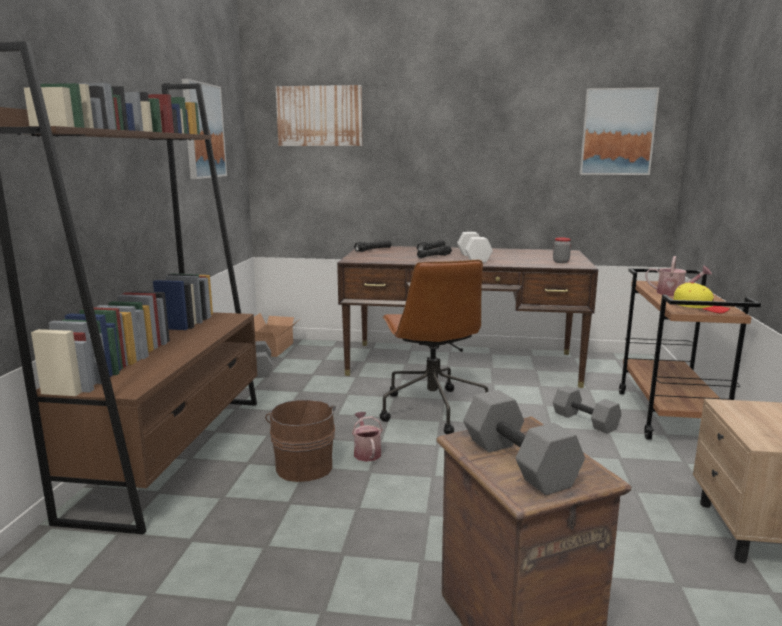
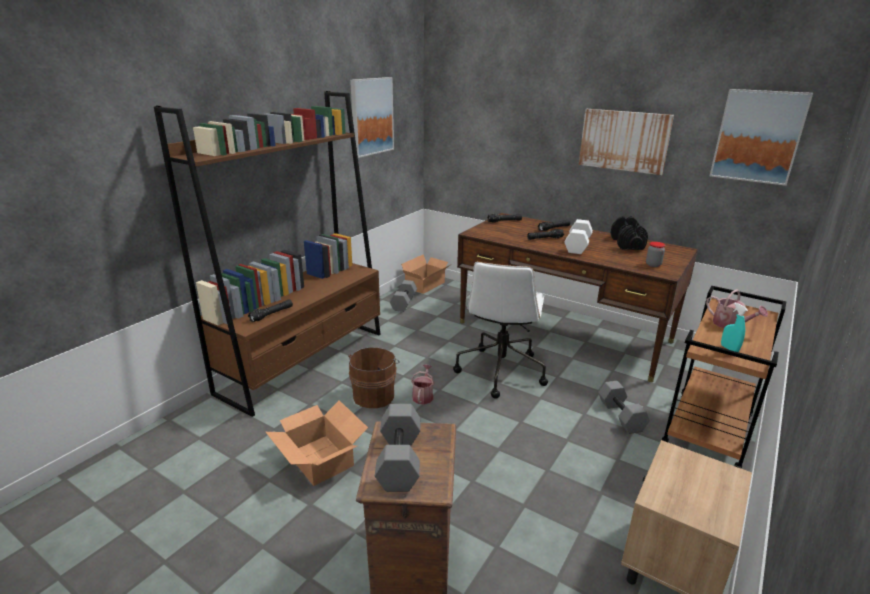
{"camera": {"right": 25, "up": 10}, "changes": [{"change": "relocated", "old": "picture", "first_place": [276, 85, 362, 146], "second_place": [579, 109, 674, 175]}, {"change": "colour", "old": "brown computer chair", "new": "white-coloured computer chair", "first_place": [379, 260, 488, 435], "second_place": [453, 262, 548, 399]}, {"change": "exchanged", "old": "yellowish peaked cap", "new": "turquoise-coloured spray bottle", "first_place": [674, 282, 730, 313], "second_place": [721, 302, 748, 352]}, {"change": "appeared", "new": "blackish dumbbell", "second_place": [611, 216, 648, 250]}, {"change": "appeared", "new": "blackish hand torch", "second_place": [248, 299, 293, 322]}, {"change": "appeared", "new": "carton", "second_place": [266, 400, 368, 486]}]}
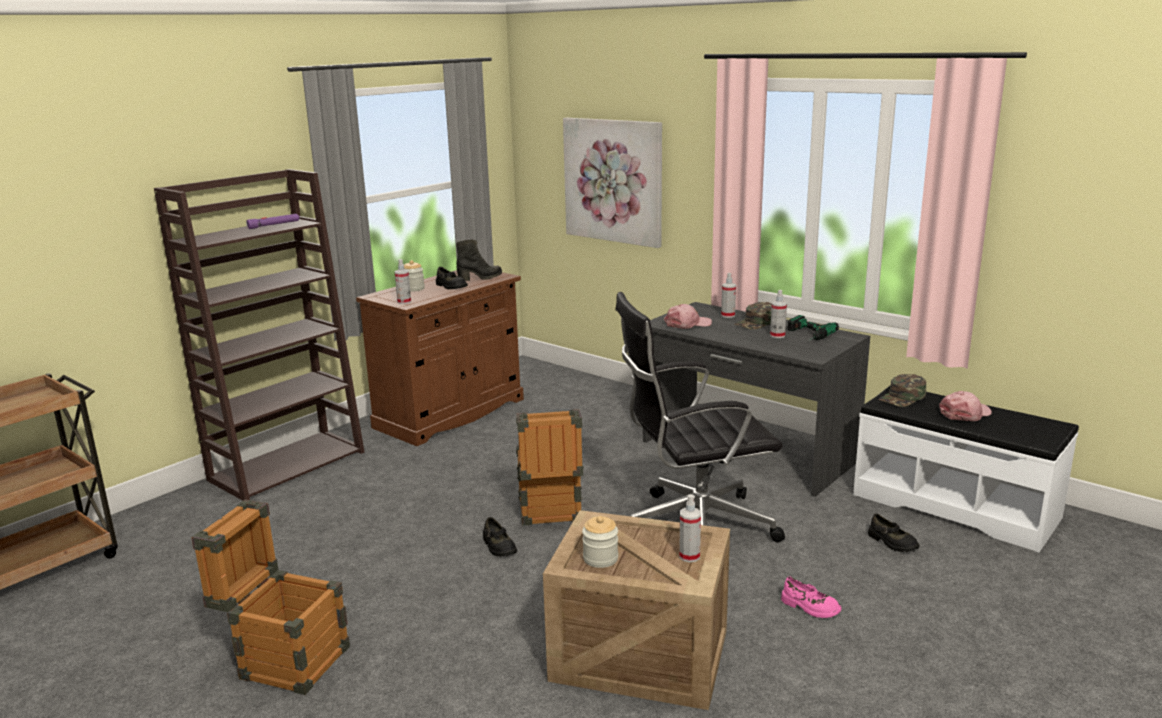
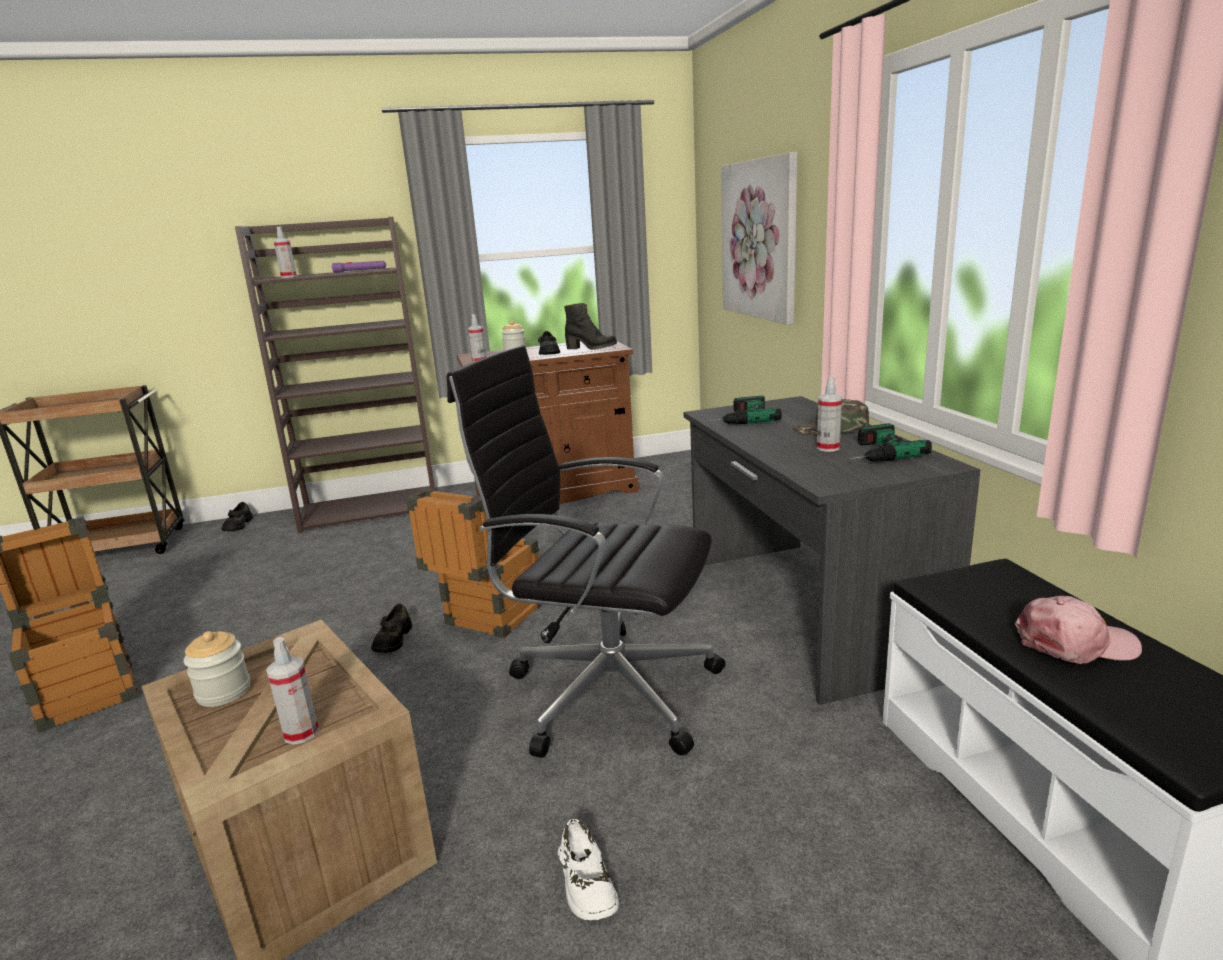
{"camera": {"right": 35, "up": 0}, "changes": [{"change": "relocated", "old": "spray bottle", "first_place": [721, 273, 736, 318], "second_place": [274, 226, 297, 278]}, {"change": "exchanged", "old": "pink-coloured peaked cap", "new": "electric drill", "first_place": [664, 304, 712, 329], "second_place": [709, 396, 782, 424]}, {"change": "missing", "old": "greenish peaked cap", "first_place": [879, 374, 926, 407]}, {"change": "relocated", "old": "blackish item of footwear", "first_place": [868, 513, 920, 552], "second_place": [221, 502, 253, 531]}, {"change": "colour", "old": "pink-coloured item of footwear", "new": "white-coloured item of footwear", "first_place": [781, 577, 841, 618], "second_place": [558, 819, 619, 920]}]}
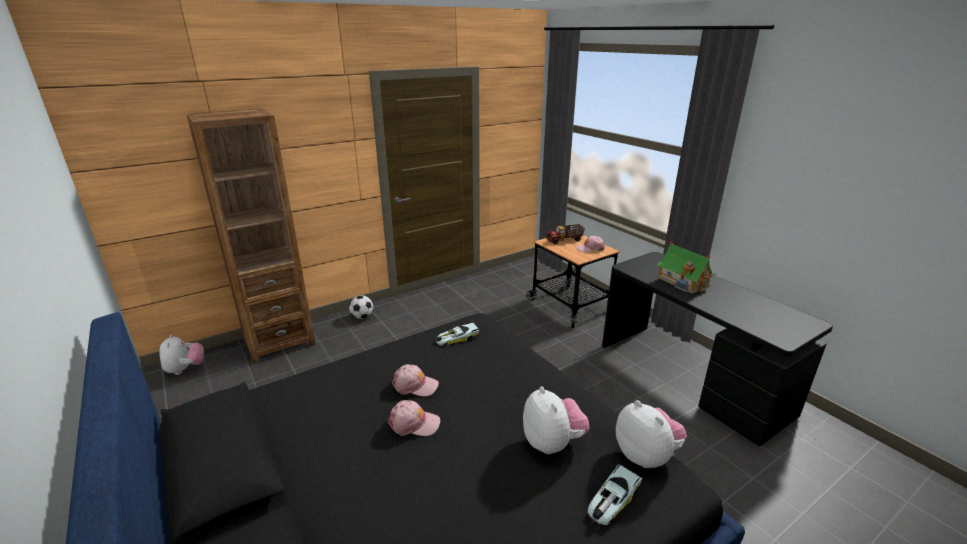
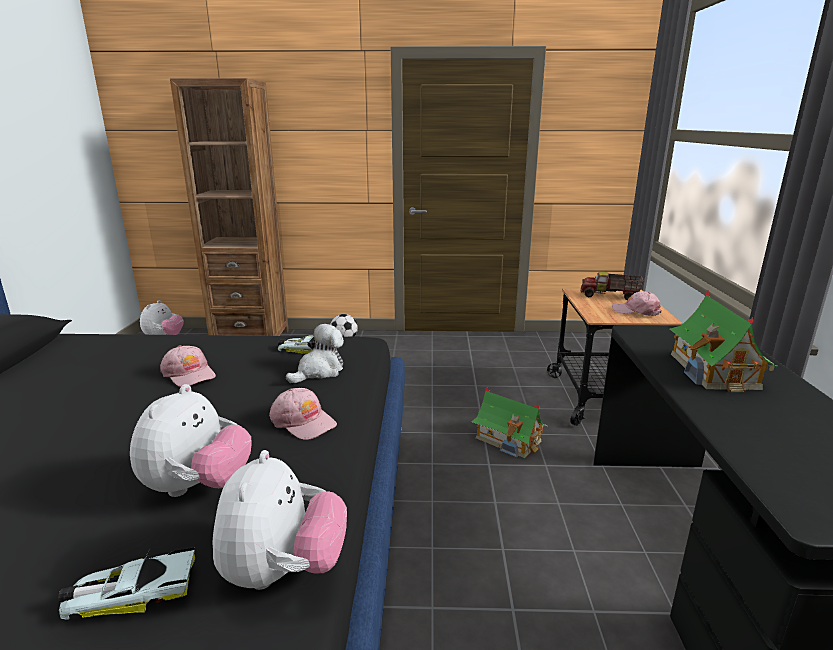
{"camera": {"right": 35, "up": -5}, "changes": [{"change": "relocated", "old": "pink-coloured peaked cap", "first_place": [388, 400, 441, 436], "second_place": [269, 388, 337, 440]}, {"change": "appeared", "new": "plush toy", "second_place": [286, 324, 344, 383]}, {"change": "appeared", "new": "model house", "second_place": [471, 387, 547, 458]}]}
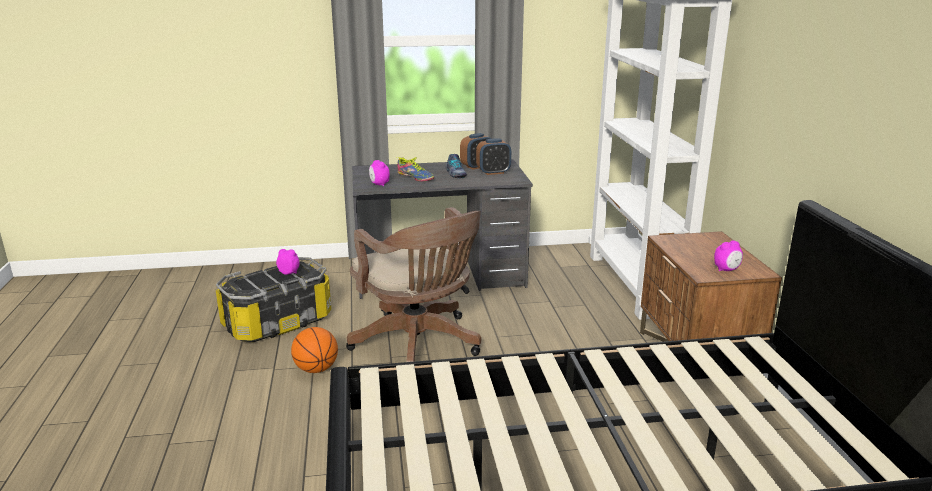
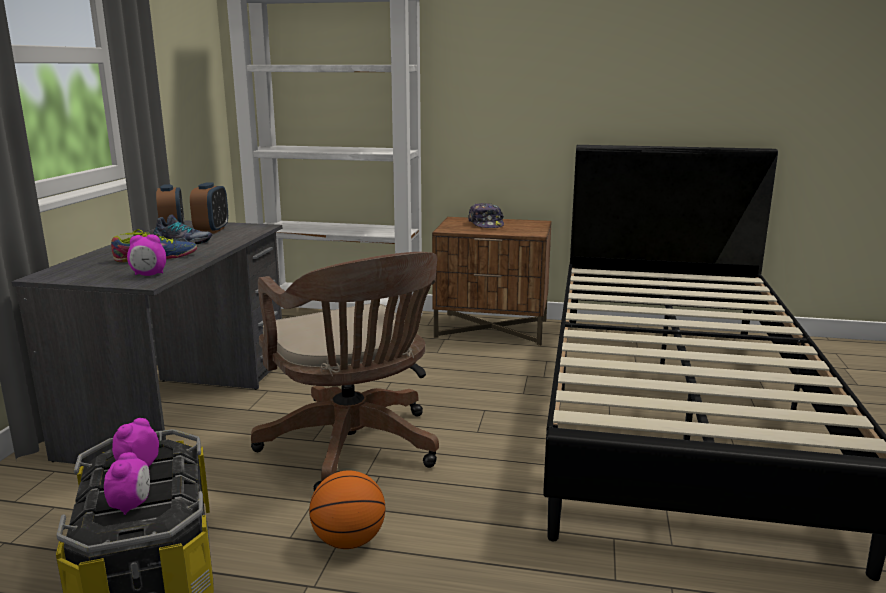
{"camera": {"right": -70, "up": -5}, "changes": [{"change": "spun", "old": "brown computer chair", "first_place": [346, 207, 481, 362], "second_place": [251, 252, 439, 491], "degrees": 75}, {"change": "relocated", "old": "alarm clock", "first_place": [714, 240, 743, 271], "second_place": [104, 452, 150, 515]}, {"change": "appeared", "new": "peaked cap", "second_place": [468, 203, 504, 228]}]}
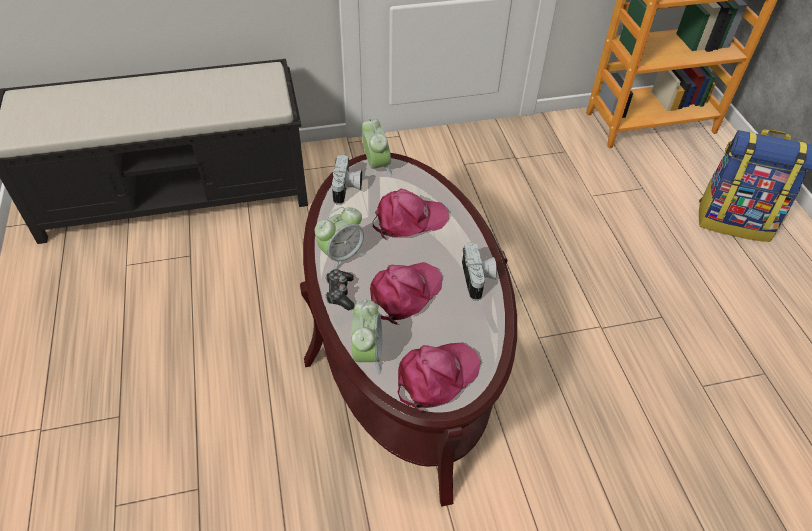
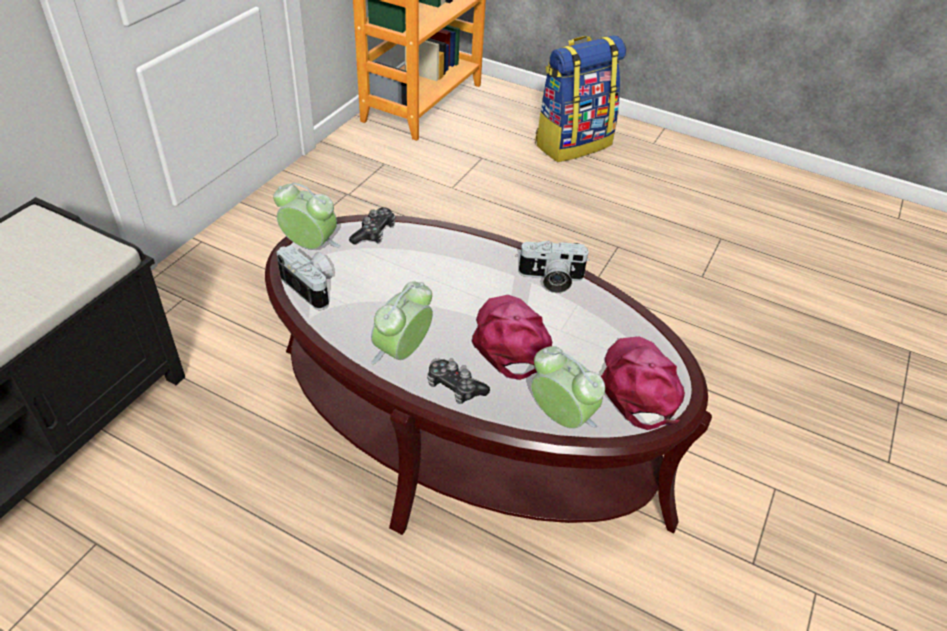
{"camera": {"right": -50, "up": -5}, "changes": [{"change": "missing", "old": "pink-coloured peaked cap", "first_place": [373, 189, 449, 240]}, {"change": "spun", "old": "alarm clock", "first_place": [315, 207, 365, 272], "second_place": [371, 281, 433, 364], "degrees": -150}, {"change": "spun", "old": "photo camera", "first_place": [462, 242, 497, 301], "second_place": [518, 241, 589, 293], "degrees": 150}, {"change": "appeared", "new": "gamepad", "second_place": [349, 207, 395, 244]}]}
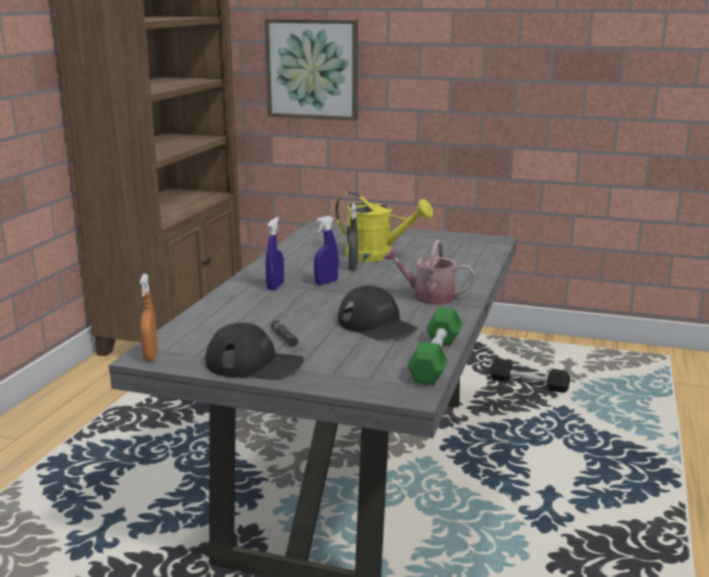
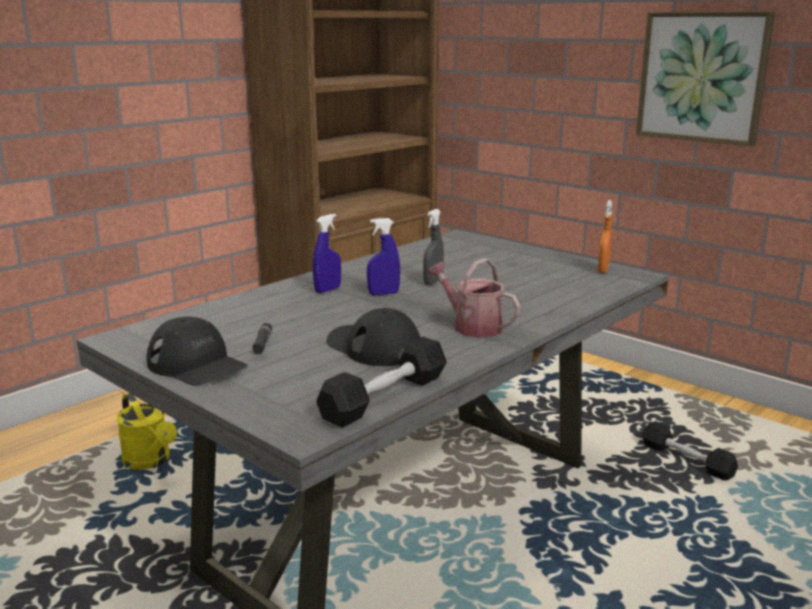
{"camera": {"right": 25, "up": 0}, "changes": [{"change": "relocated", "old": "picture", "first_place": [264, 19, 358, 121], "second_place": [636, 11, 775, 147]}, {"change": "relocated", "old": "yellowish sprinkling can", "first_place": [335, 192, 433, 262], "second_place": [116, 393, 177, 470]}, {"change": "relocated", "old": "orangey spray bottle", "first_place": [140, 274, 158, 361], "second_place": [598, 200, 612, 273]}, {"change": "spun", "old": "blackish peaked cap", "first_place": [338, 286, 418, 340], "second_place": [326, 308, 420, 366], "degrees": 150}, {"change": "colour", "old": "greenish dumbbell", "new": "blackish dumbbell", "first_place": [407, 307, 463, 385], "second_place": [316, 337, 447, 427]}]}
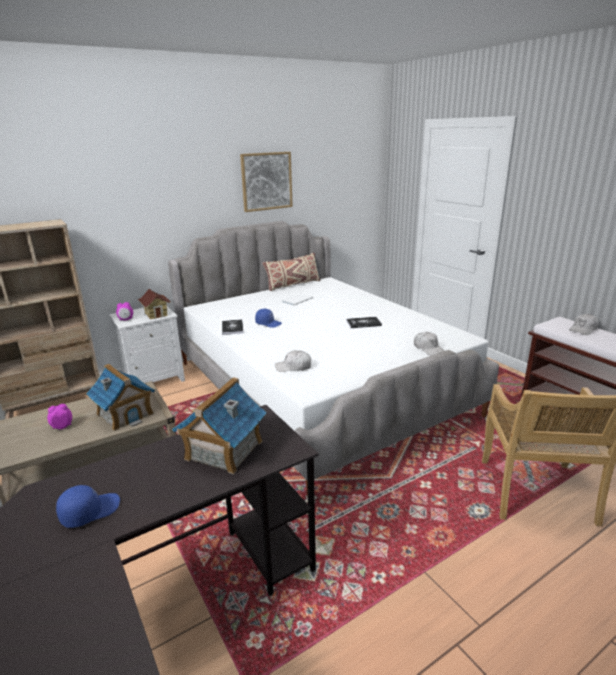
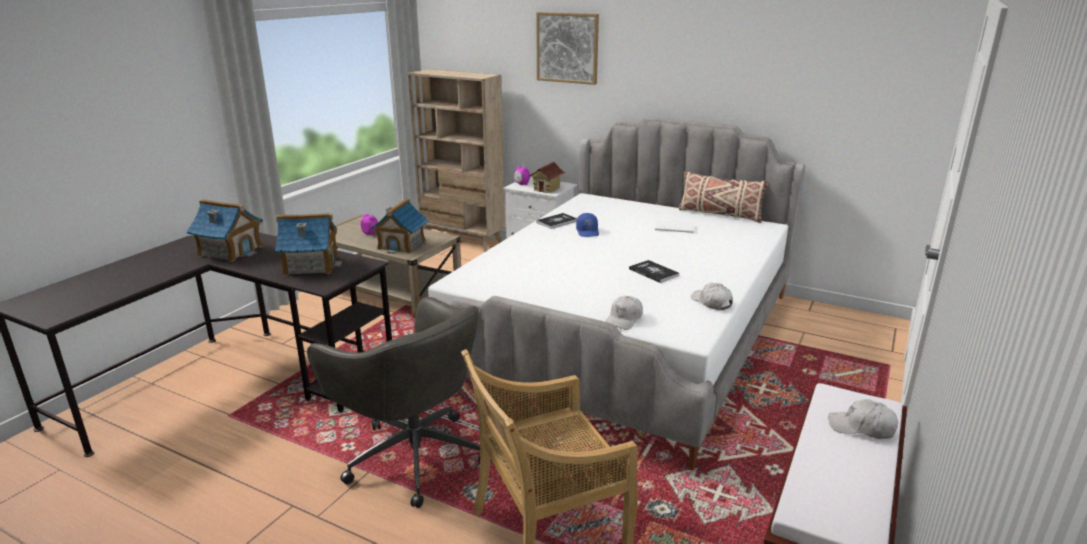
{"camera": {"right": 60, "up": 0}, "changes": [{"change": "relocated", "old": "picture", "first_place": [240, 152, 293, 212], "second_place": [536, 12, 599, 85]}, {"change": "relocated", "old": "white-coloured peaked cap", "first_place": [275, 350, 311, 372], "second_place": [691, 283, 733, 310]}, {"change": "exchanged", "old": "blue peaked cap", "new": "model house", "first_place": [56, 485, 120, 528], "second_place": [186, 199, 263, 262]}, {"change": "appeared", "new": "gray computer chair", "second_place": [307, 297, 491, 508]}]}
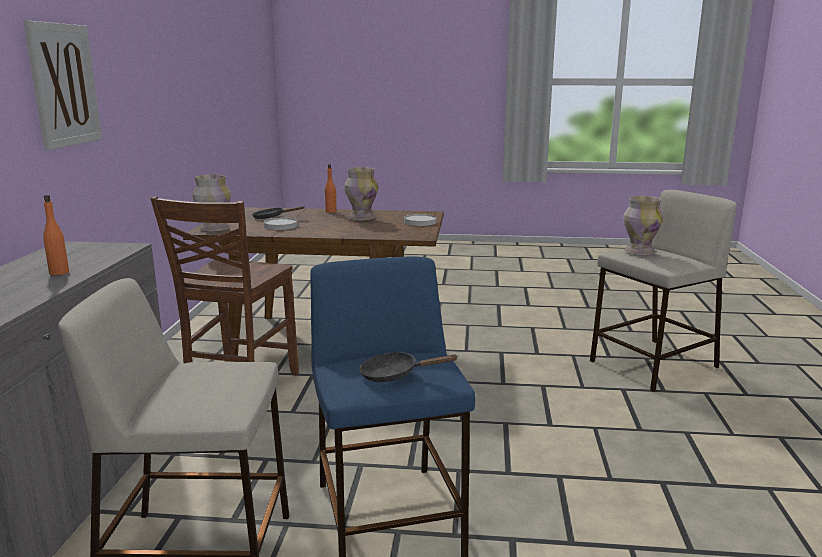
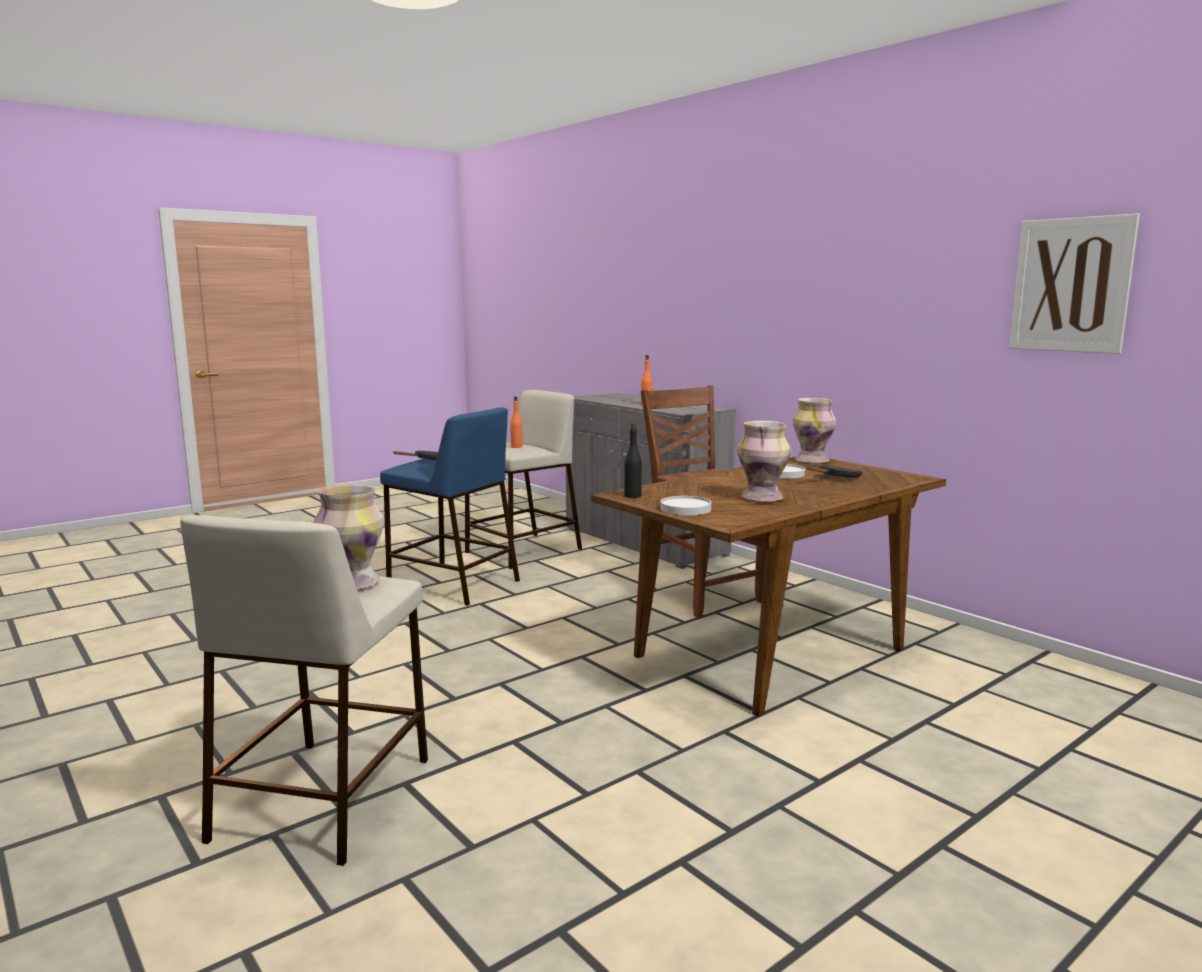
{"camera": {"right": 135, "up": -5}, "changes": [{"change": "relocated", "old": "picture", "first_place": [24, 20, 102, 150], "second_place": [1009, 214, 1140, 354]}, {"change": "relocated", "old": "orangey drink bottle", "first_place": [325, 164, 337, 213], "second_place": [510, 396, 523, 448]}, {"change": "appeared", "new": "blackish drink bottle", "second_place": [624, 422, 642, 498]}]}
